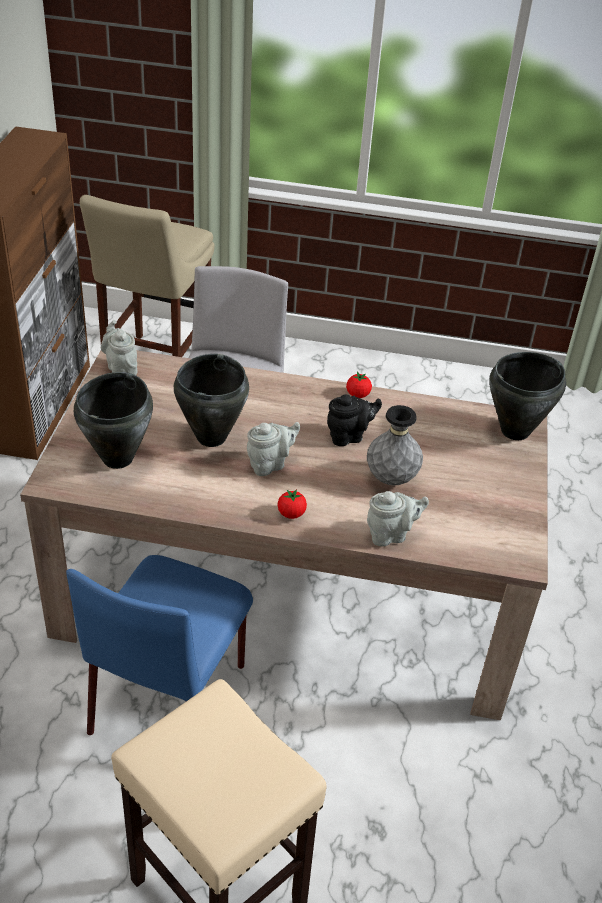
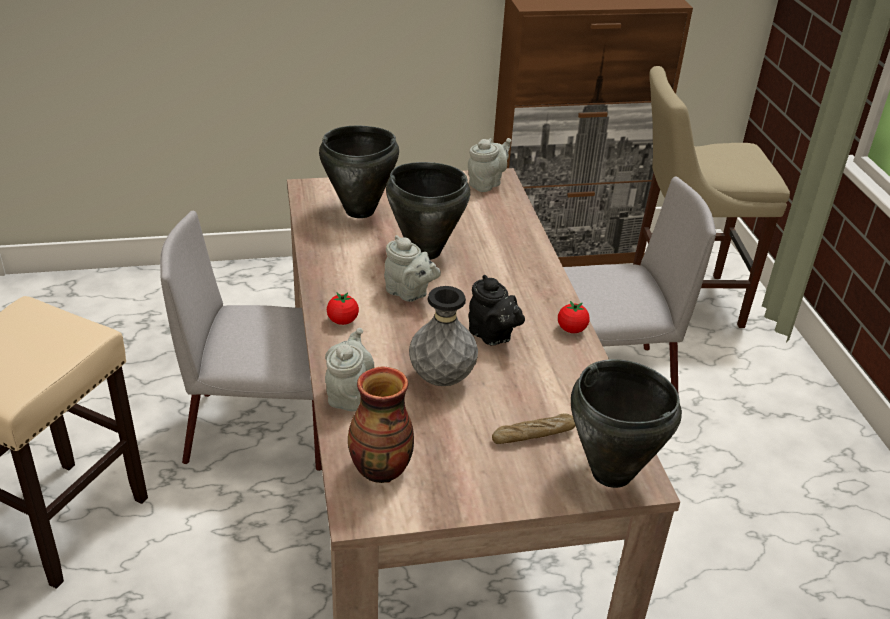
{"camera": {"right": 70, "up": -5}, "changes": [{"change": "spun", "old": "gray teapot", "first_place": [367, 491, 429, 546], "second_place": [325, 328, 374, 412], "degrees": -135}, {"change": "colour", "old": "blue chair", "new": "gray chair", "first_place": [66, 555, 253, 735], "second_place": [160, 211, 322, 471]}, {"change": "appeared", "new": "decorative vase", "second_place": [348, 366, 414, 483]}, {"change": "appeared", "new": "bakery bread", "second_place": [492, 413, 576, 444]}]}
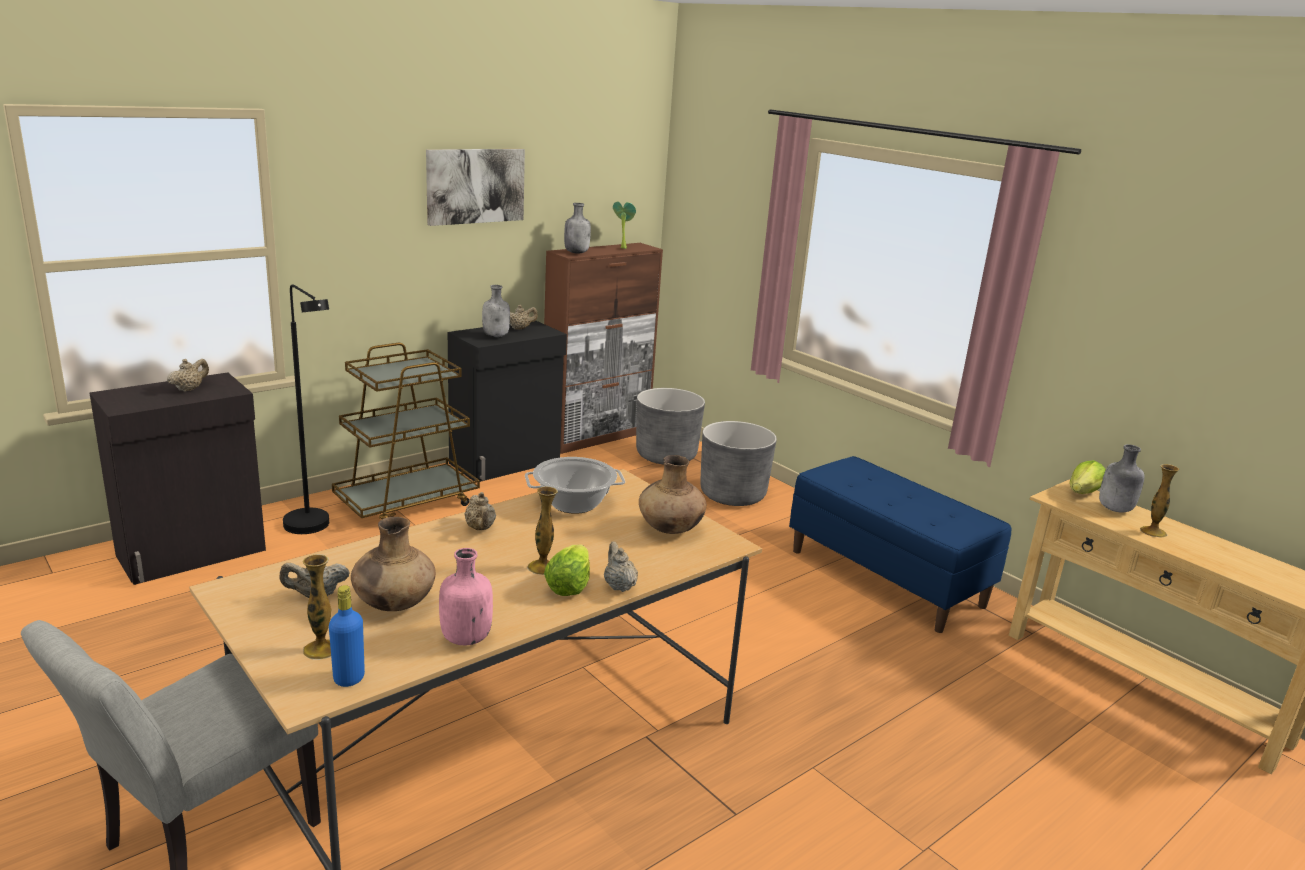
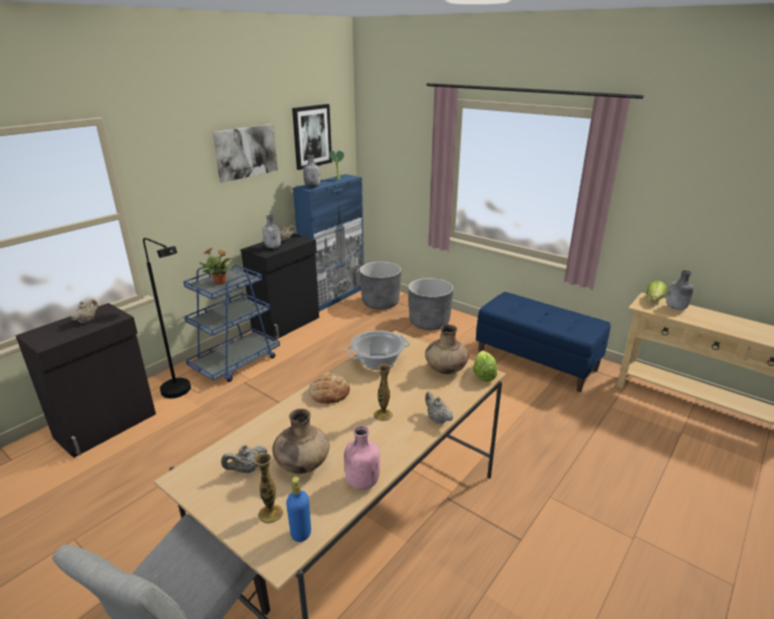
{"camera": {"right": -10, "up": 5}, "changes": [{"change": "colour", "old": "brown storage cabinet", "new": "blue storage cabinet", "first_place": [544, 243, 663, 454], "second_place": [293, 174, 364, 311]}, {"change": "colour", "old": "brown cart", "new": "blue cart", "first_place": [332, 343, 480, 519], "second_place": [183, 264, 280, 382]}, {"change": "missing", "old": "decorative vase", "first_place": [1140, 464, 1179, 538]}, {"change": "exchanged", "old": "beige-coloured teapot", "new": "bakery bread", "first_place": [464, 492, 496, 530], "second_place": [309, 374, 350, 404]}, {"change": "relocated", "old": "lettuce", "first_place": [544, 545, 590, 596], "second_place": [473, 351, 497, 382]}, {"change": "appeared", "new": "picture", "second_place": [292, 104, 332, 170]}, {"change": "appeared", "new": "potted plant", "second_place": [199, 248, 235, 285]}]}
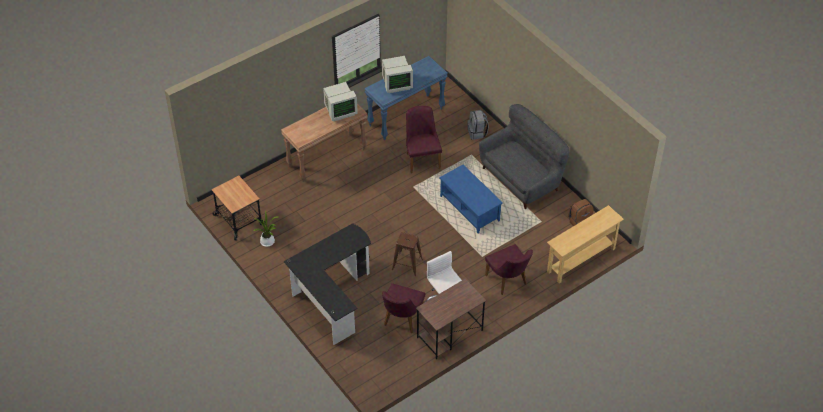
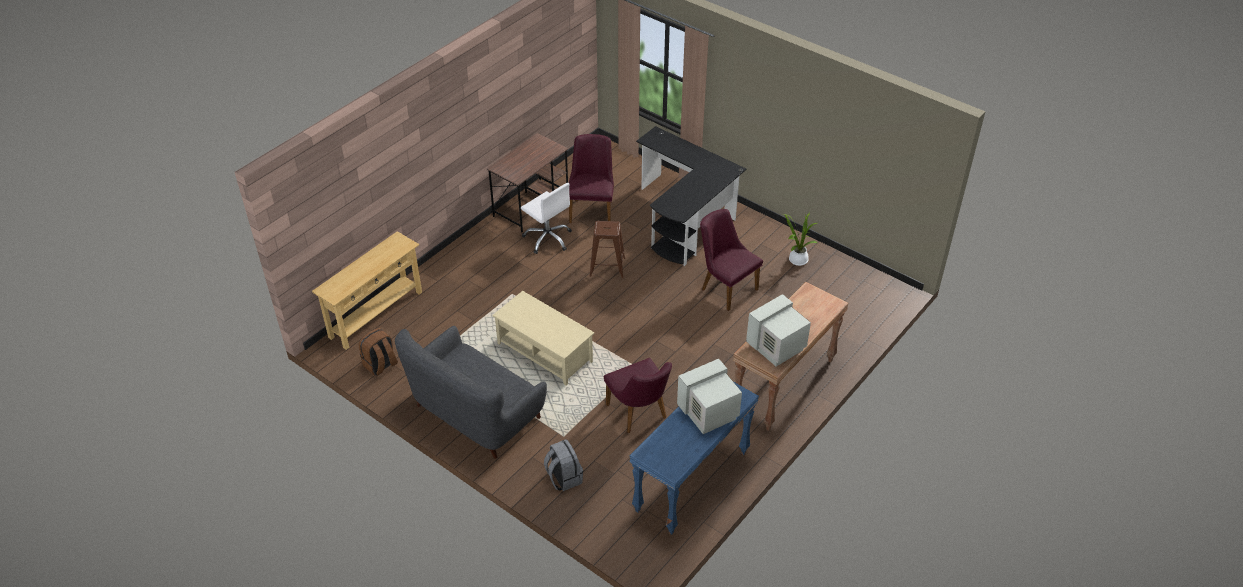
{"camera": {"right": 165, "up": -5}, "changes": [{"change": "colour", "old": "blue lounge table", "new": "beige-coloured lounge table", "first_place": [439, 165, 503, 233], "second_place": [492, 291, 594, 386]}, {"change": "missing", "old": "cart", "first_place": [211, 176, 266, 241]}, {"change": "relocated", "old": "purple chair", "first_place": [485, 244, 533, 295], "second_place": [700, 209, 763, 311]}]}
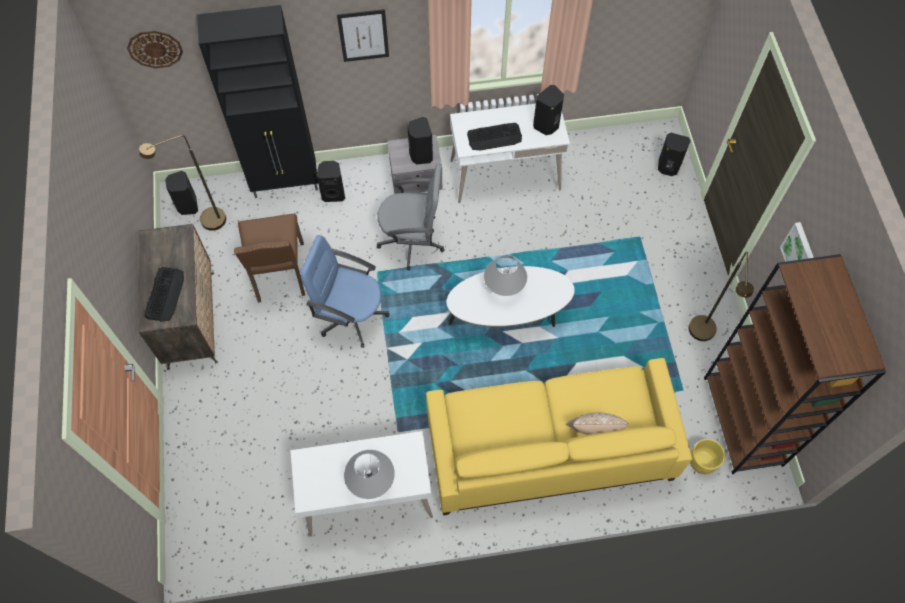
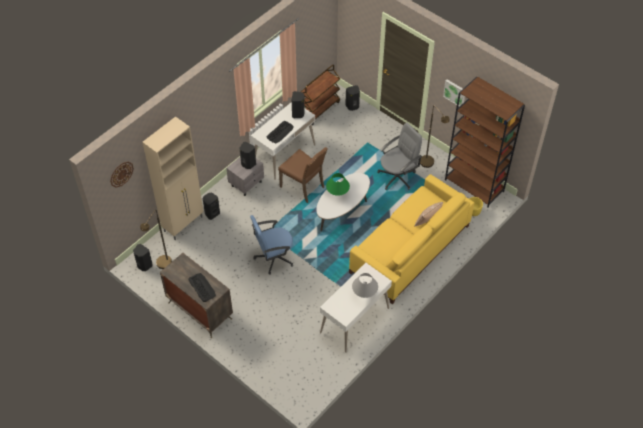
{"camera": {"right": -40, "up": -10}, "changes": [{"change": "colour", "old": "blackish storage cabinet", "new": "beige-coloured storage cabinet", "first_place": [197, 5, 318, 198], "second_place": [142, 116, 204, 240]}, {"change": "missing", "old": "picture", "first_place": [337, 9, 389, 62]}, {"change": "relocated", "old": "gray computer chair", "first_place": [377, 164, 445, 271], "second_place": [377, 123, 422, 190]}, {"change": "relocated", "old": "brown chair", "first_place": [234, 213, 305, 303], "second_place": [278, 147, 328, 203]}, {"change": "colour", "old": "gray table lamp", "new": "greenish table lamp", "first_place": [484, 255, 527, 296], "second_place": [326, 173, 350, 196]}, {"change": "appeared", "new": "brown cart", "second_place": [301, 65, 340, 125]}]}
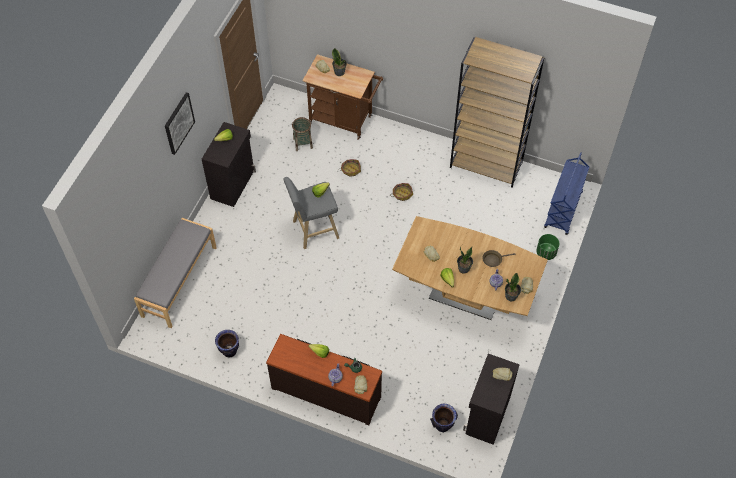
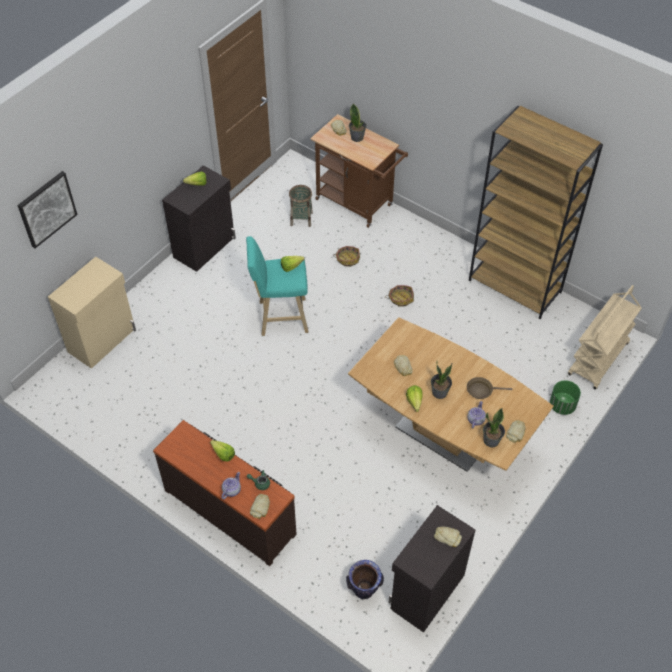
{"camera": {"right": 15, "up": -5}, "changes": [{"change": "relocated", "old": "picture", "first_place": [165, 93, 195, 155], "second_place": [17, 171, 77, 248]}, {"change": "colour", "old": "blue cart", "new": "beige-coloured cart", "first_place": [544, 152, 589, 235], "second_place": [568, 285, 642, 390]}, {"change": "colour", "old": "gray stool", "new": "turquoise-coloured stool", "first_place": [284, 177, 339, 249], "second_place": [246, 236, 308, 336]}, {"change": "exchanged", "old": "gray indoor bench", "new": "beige-coloured storage cabinet", "first_place": [134, 218, 217, 328], "second_place": [48, 257, 136, 369]}, {"change": "missing", "old": "decorative vase", "first_place": [215, 330, 239, 358]}]}
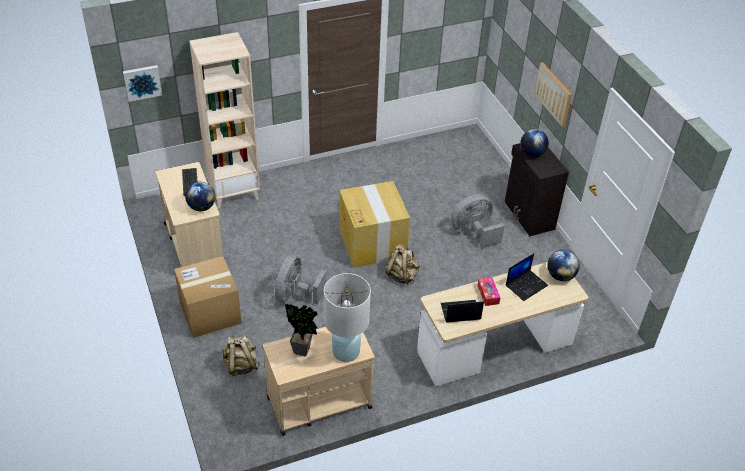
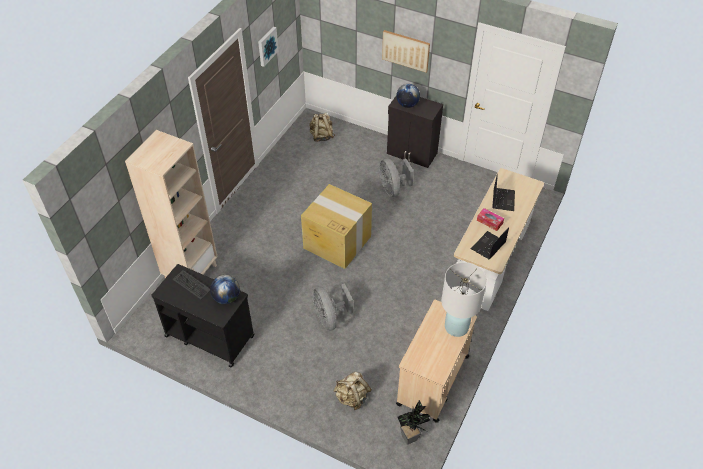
{"camera": {"right": -40, "up": 5}, "changes": [{"change": "relocated", "old": "picture", "first_place": [123, 65, 162, 102], "second_place": [258, 27, 279, 67]}, {"change": "colour", "old": "beige-coloured cart", "new": "blackish cart", "first_place": [156, 162, 223, 267], "second_place": [151, 264, 254, 367]}, {"change": "spun", "old": "gray electric fan", "first_place": [451, 194, 504, 248], "second_place": [379, 159, 414, 197], "degrees": -45}, {"change": "relocated", "old": "beige-coloured rucksack", "first_place": [386, 244, 420, 285], "second_place": [309, 113, 335, 142]}, {"change": "missing", "old": "globe", "first_place": [547, 250, 580, 281]}, {"change": "missing", "old": "carton", "first_place": [174, 256, 242, 338]}, {"change": "relocated", "old": "potted plant", "first_place": [285, 304, 318, 356], "second_place": [398, 400, 430, 445]}]}
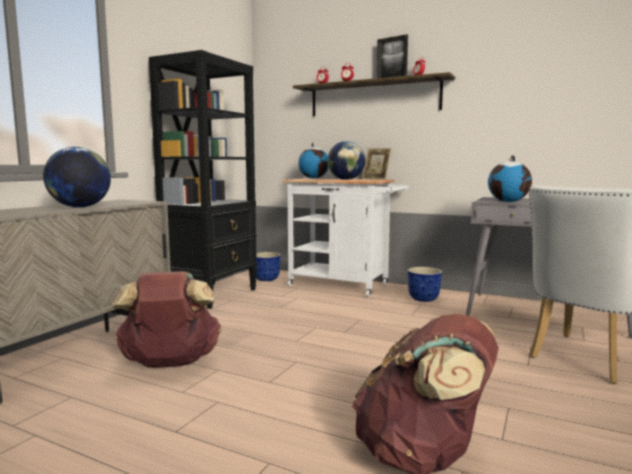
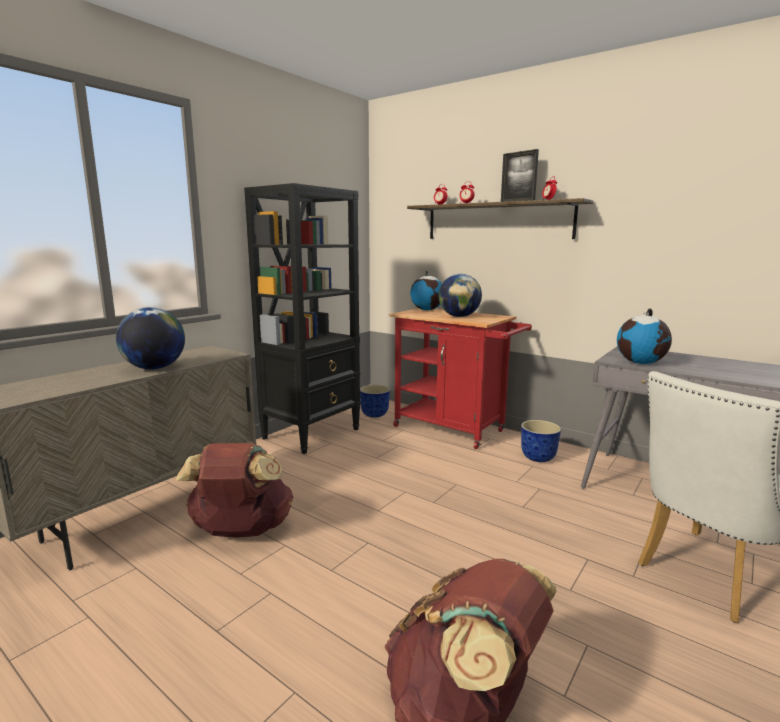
{"camera": {"right": 10, "up": 5}, "changes": [{"change": "missing", "old": "picture frame", "first_place": [362, 148, 392, 180]}, {"change": "colour", "old": "white-coloured cart", "new": "reddish cart", "first_place": [281, 178, 409, 297], "second_place": [389, 308, 532, 449]}]}
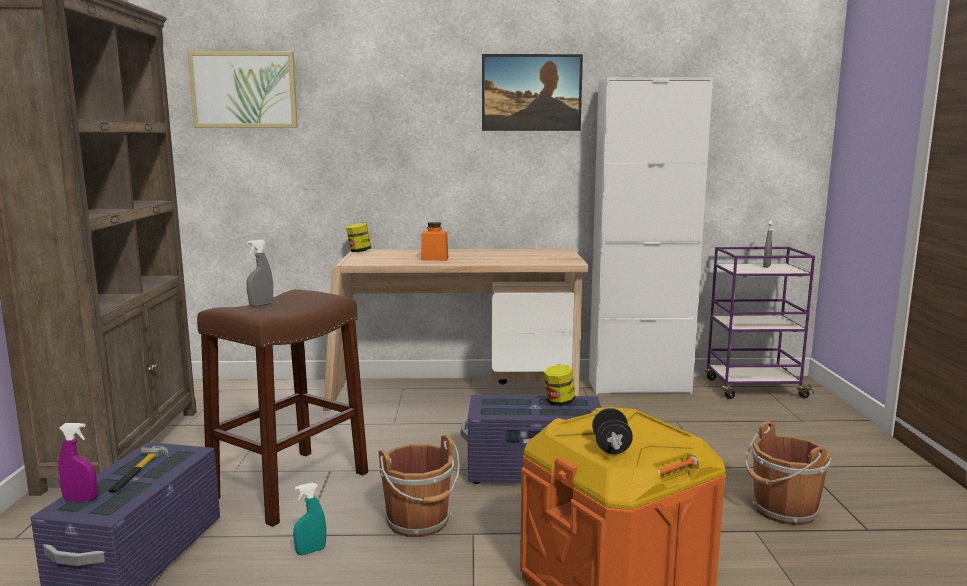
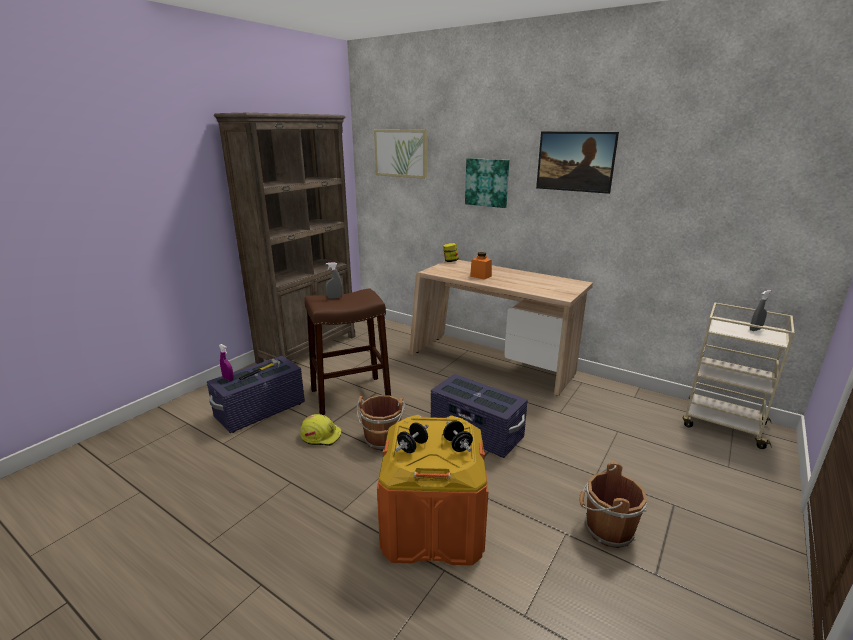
{"camera": {"right": 35, "up": 10}, "changes": [{"change": "missing", "old": "white-coloured storage cabinet", "first_place": [589, 77, 713, 394]}, {"change": "colour", "old": "purple cart", "new": "beige-coloured cart", "first_place": [704, 247, 815, 399], "second_place": [683, 302, 795, 449]}, {"change": "missing", "old": "jar", "first_place": [544, 365, 575, 406]}, {"change": "exchanged", "old": "turquoise-coloured spray bottle", "new": "yellowish safety helmet", "first_place": [293, 483, 326, 555], "second_place": [300, 414, 342, 446]}, {"change": "appeared", "new": "picture", "second_place": [465, 158, 509, 208]}, {"change": "appeared", "new": "blackish dumbbell", "second_place": [443, 421, 473, 452]}]}
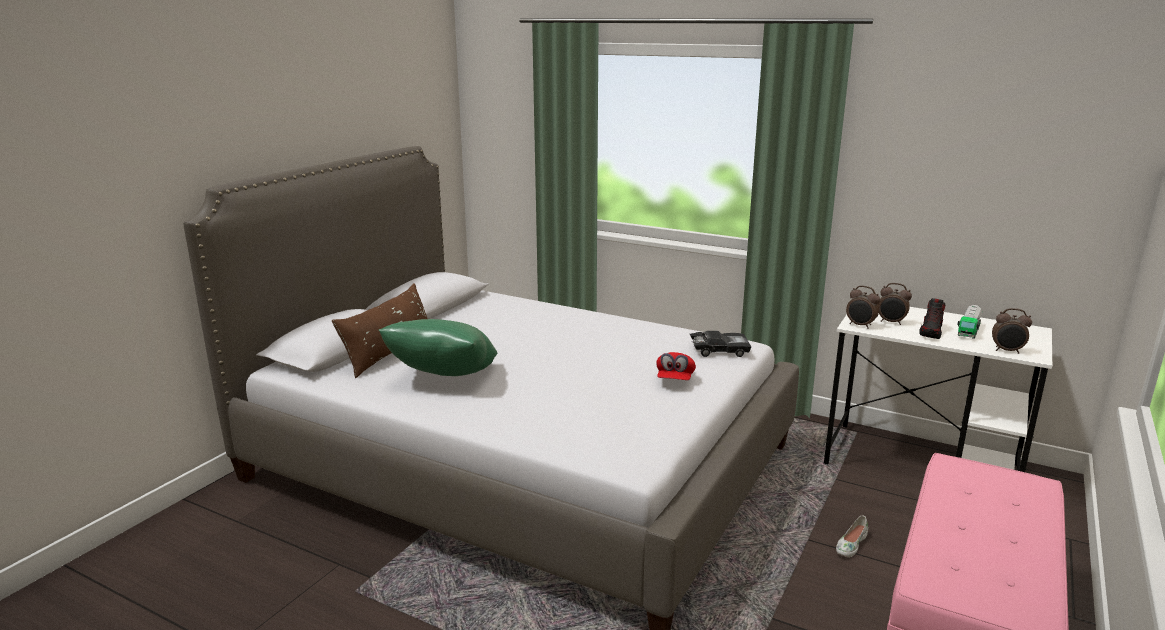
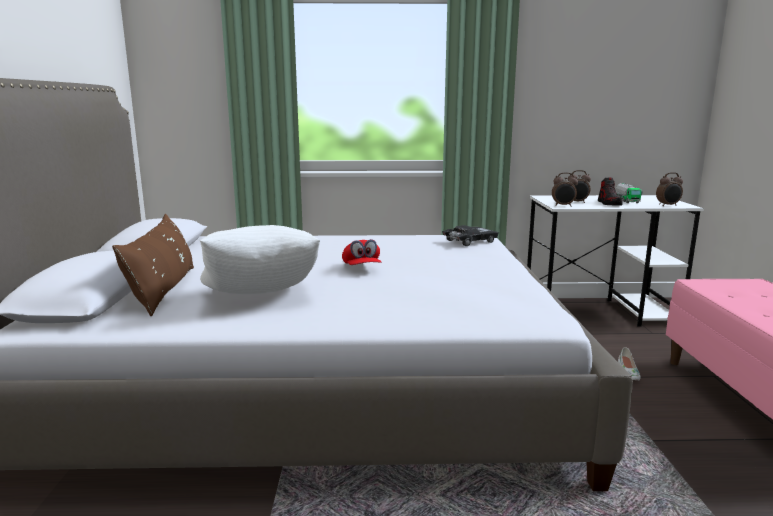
{"camera": {"right": -30, "up": -5}, "changes": [{"change": "colour", "old": "greenish pillow", "new": "white-coloured pillow", "first_place": [379, 319, 497, 376], "second_place": [200, 225, 320, 294]}, {"change": "relocated", "old": "reddish peaked cap", "first_place": [656, 352, 696, 380], "second_place": [342, 239, 381, 265]}]}
